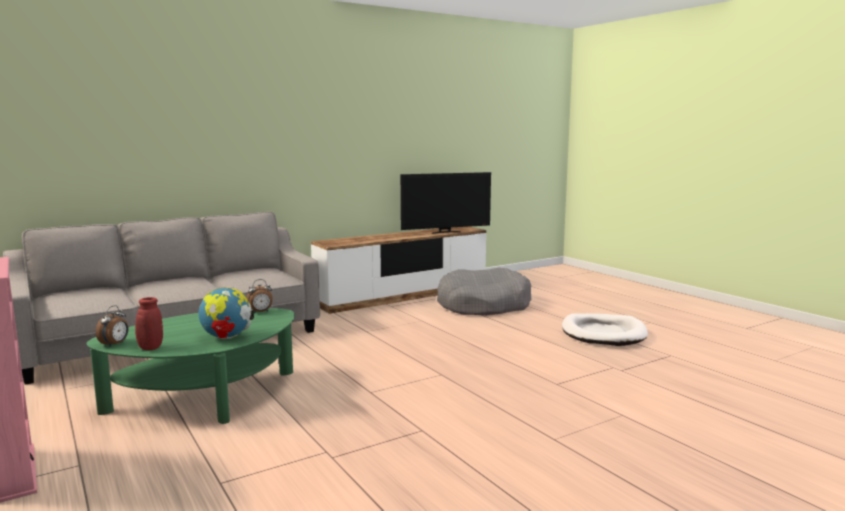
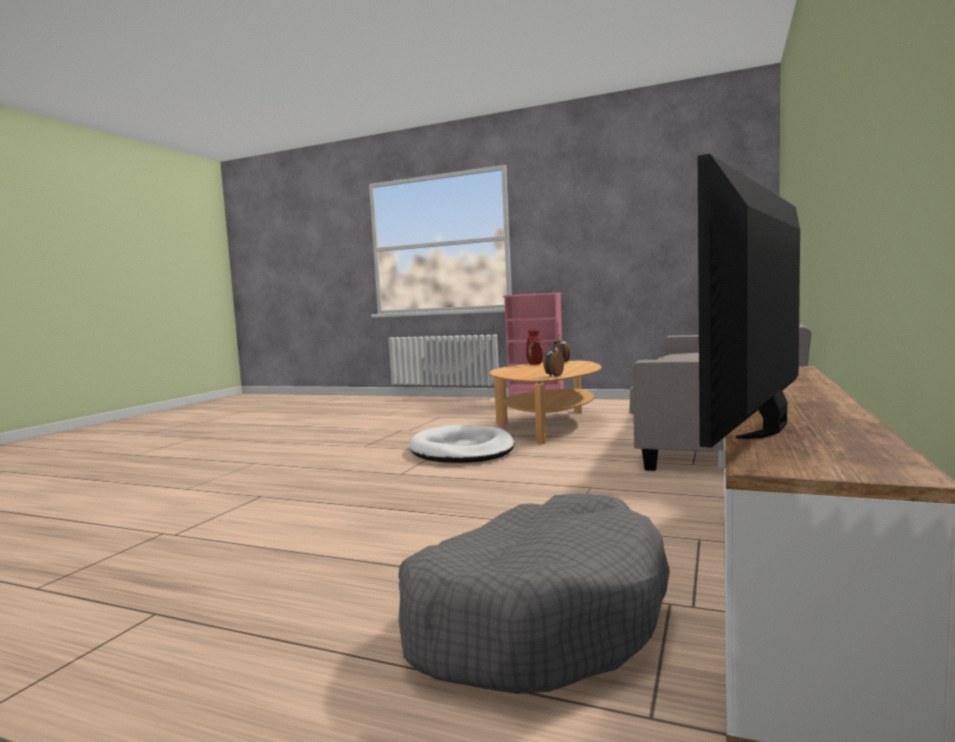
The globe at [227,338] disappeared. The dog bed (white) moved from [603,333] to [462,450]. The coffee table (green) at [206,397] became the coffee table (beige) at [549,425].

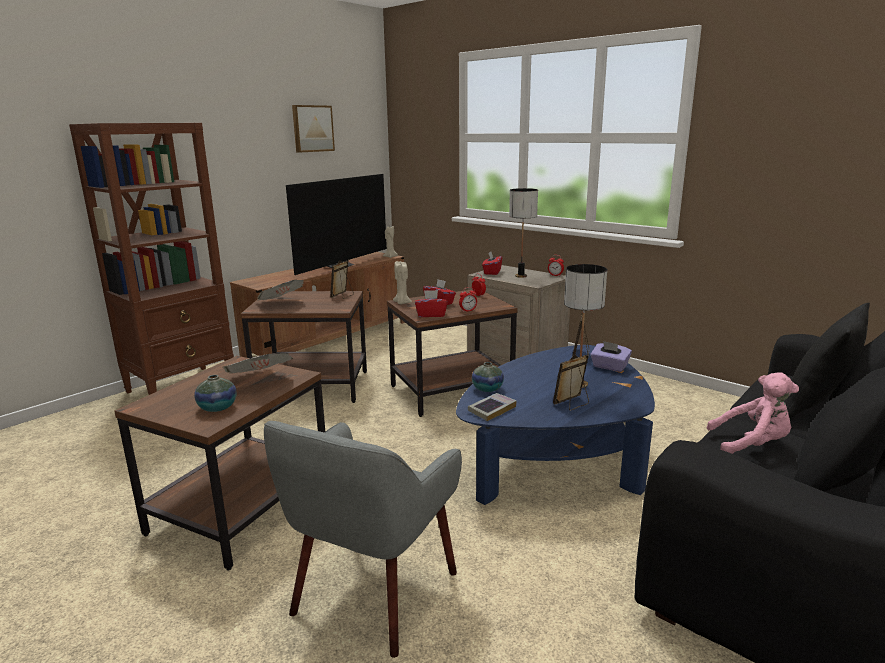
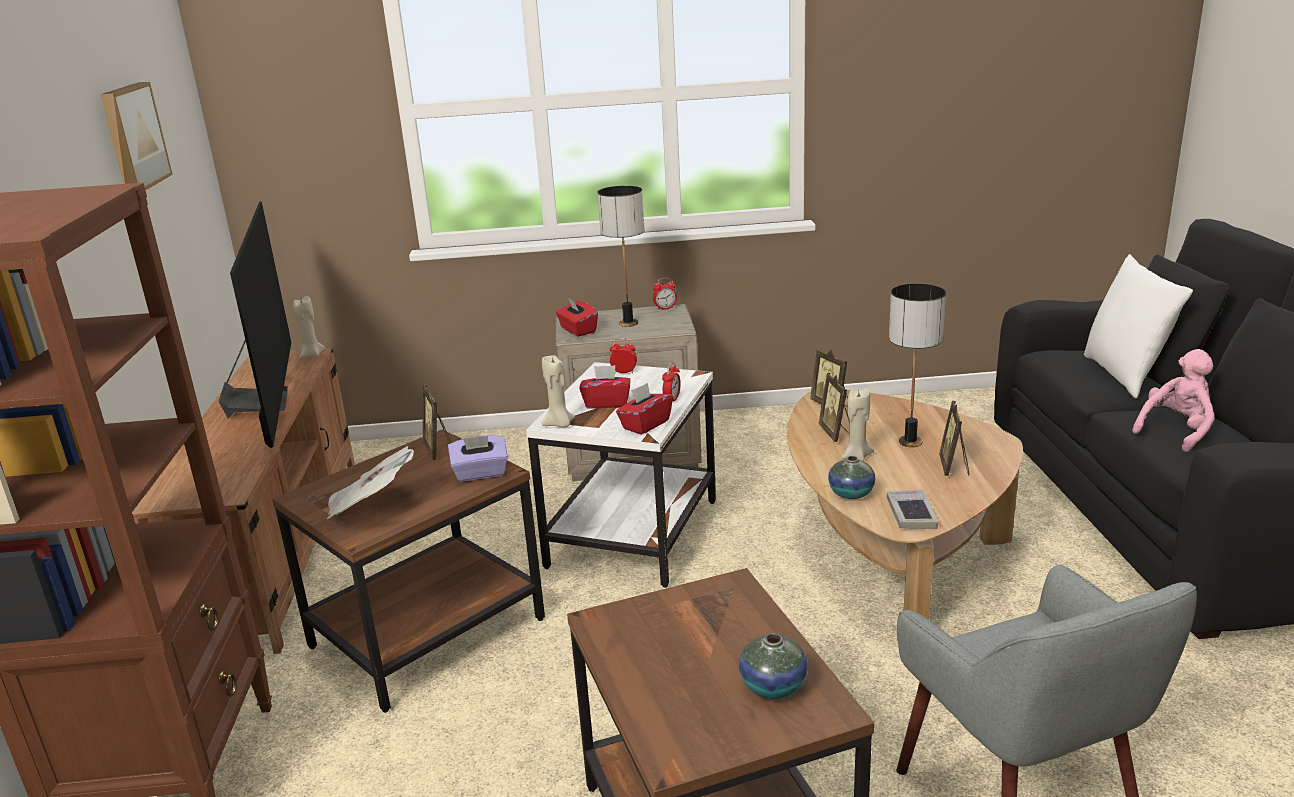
The newspaper at [260,381] disappeared. The picture frame at [836,433] appeared. The candle (beige) at [856,456] appeared. The tissue box (purple) moved from [609,367] to [480,473]. The side table (brown) at [451,391] became the side table (white) at [632,533]. The coffee table (blue) at [556,459] became the coffee table (brown) at [890,550]. The pillow (black) at [817,408] became the pillow (white) at [1124,375].

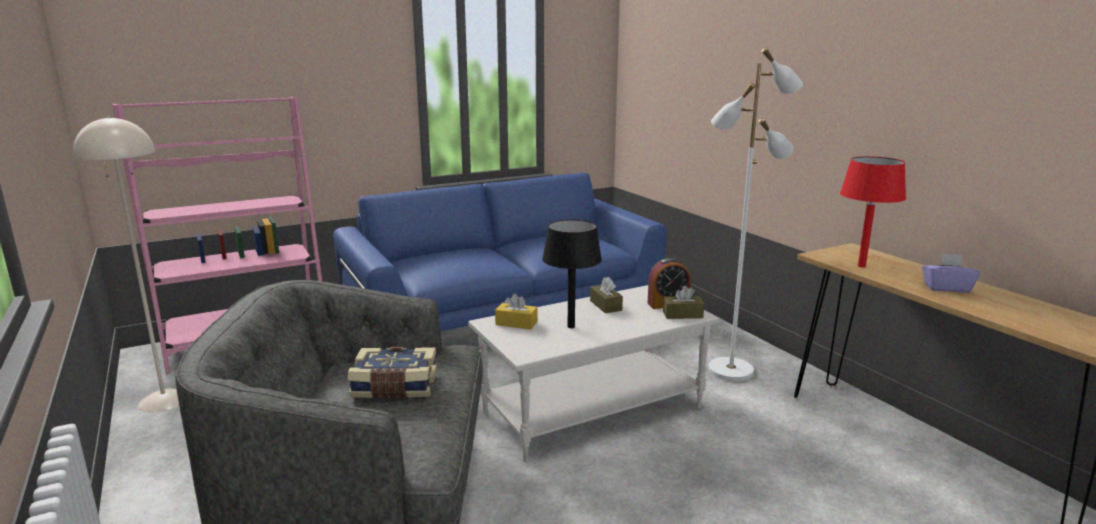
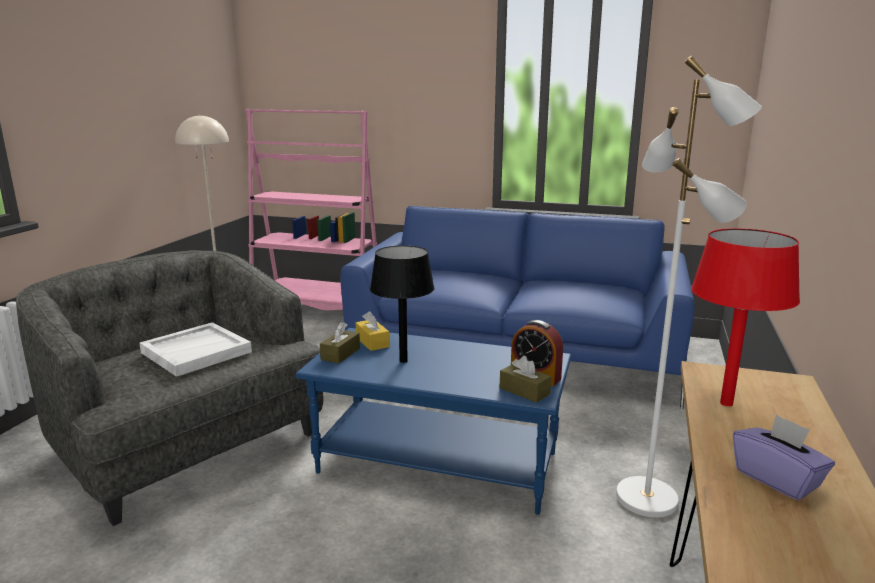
The tissue box (brown) moved from [605,305] to [340,354]. The book at [394,387] was replaced by the tray (white) at [196,352]. The coffee table (white) at [592,409] became the coffee table (blue) at [439,462].

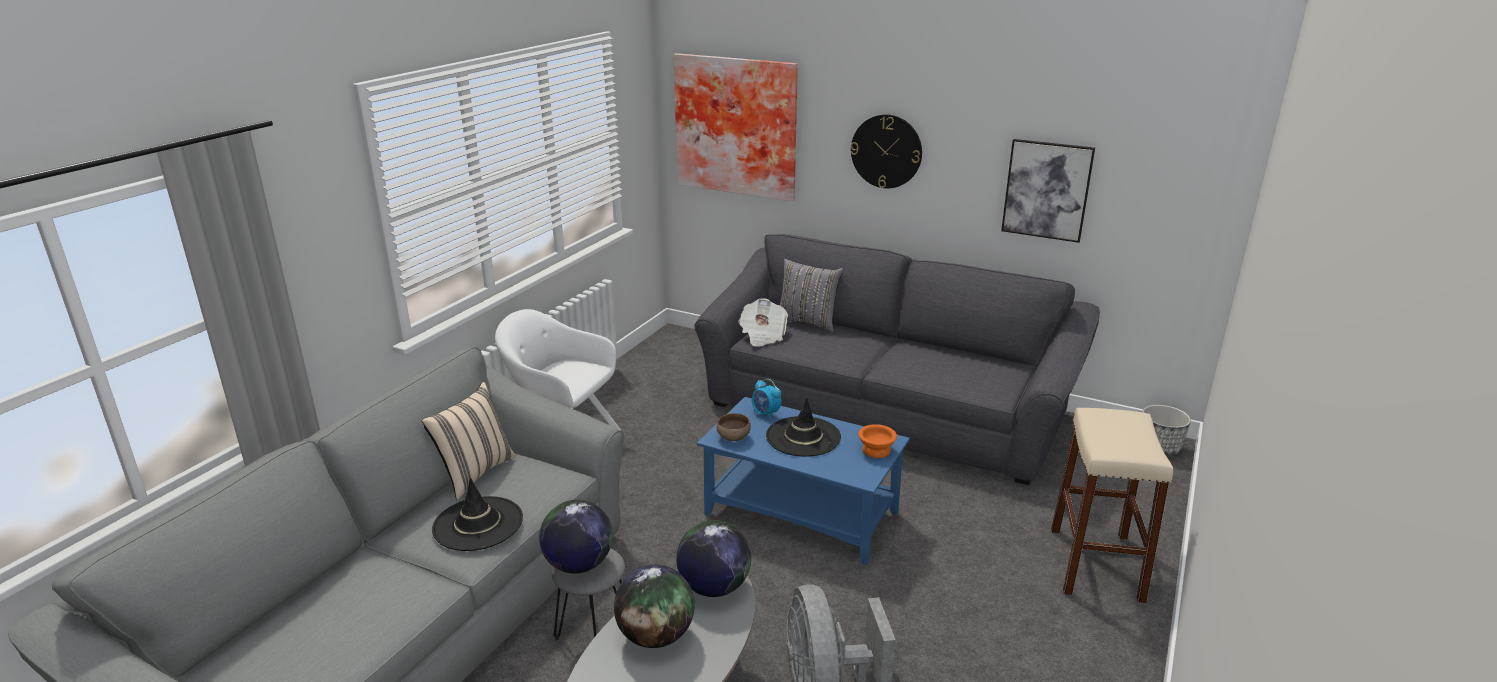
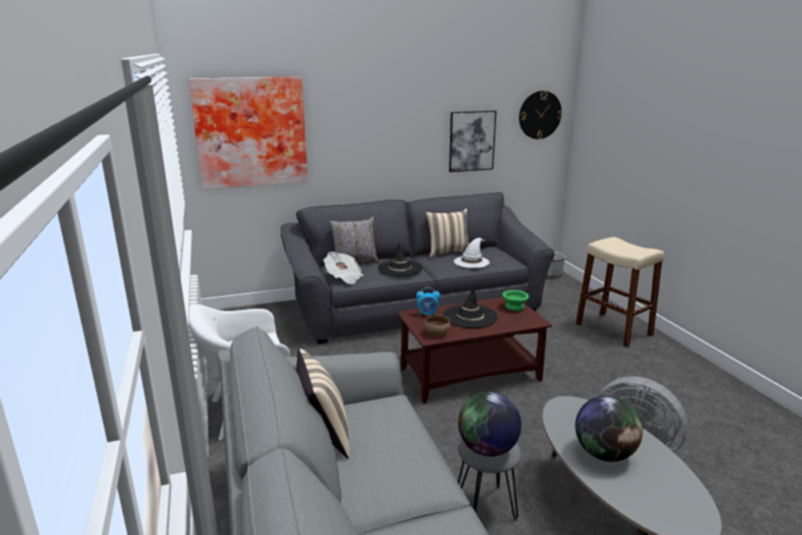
The globe at [714,587] disappeared. The pillow (beige) at [447,252] appeared. The hat (white) at [471,261] appeared. The hat (black) moved from [478,524] to [400,268]. The wall clock moved from [886,151] to [539,115]. The coffee table (blue) at [803,514] became the coffee table (brown) at [471,374]. The bowl (orange) at [877,450] became the bowl (green) at [514,306].

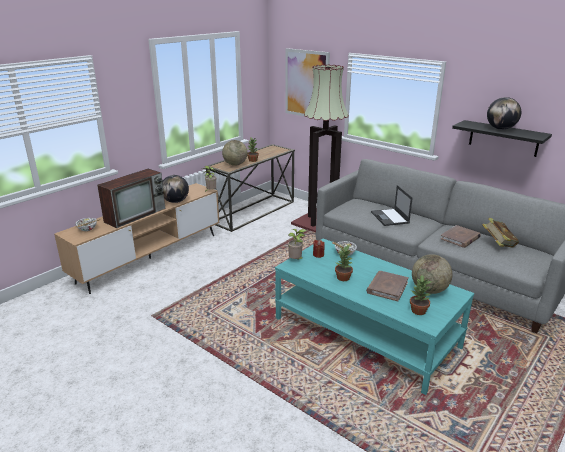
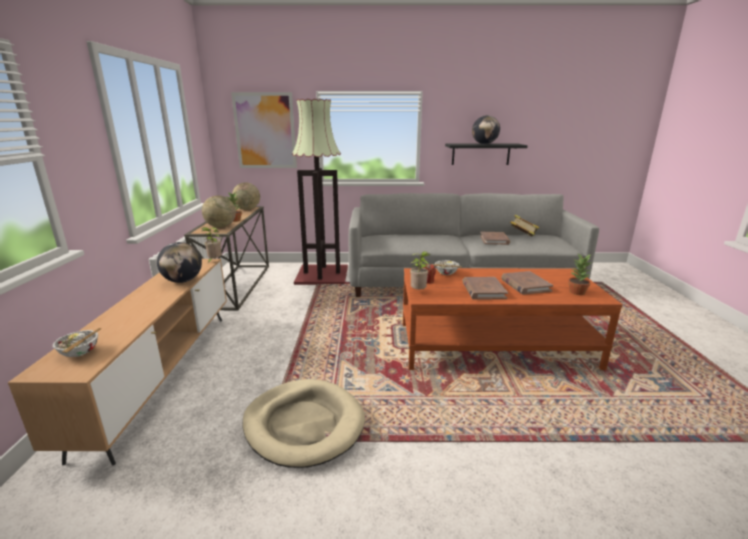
The television at [136,214] disappeared. The laptop at [390,217] disappeared. The dog bed (beige) at [304,424] appeared. The globe moved from [429,290] to [247,209]. The potted plant at [343,278] was replaced by the book (brown) at [483,290]. The coffee table (turquoise) at [365,333] became the coffee table (brown) at [495,345].

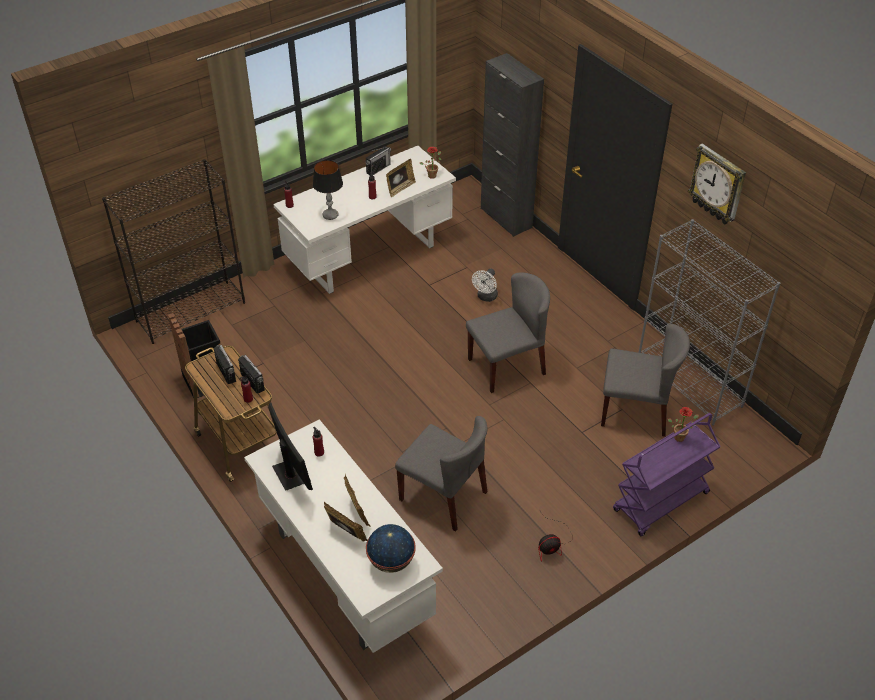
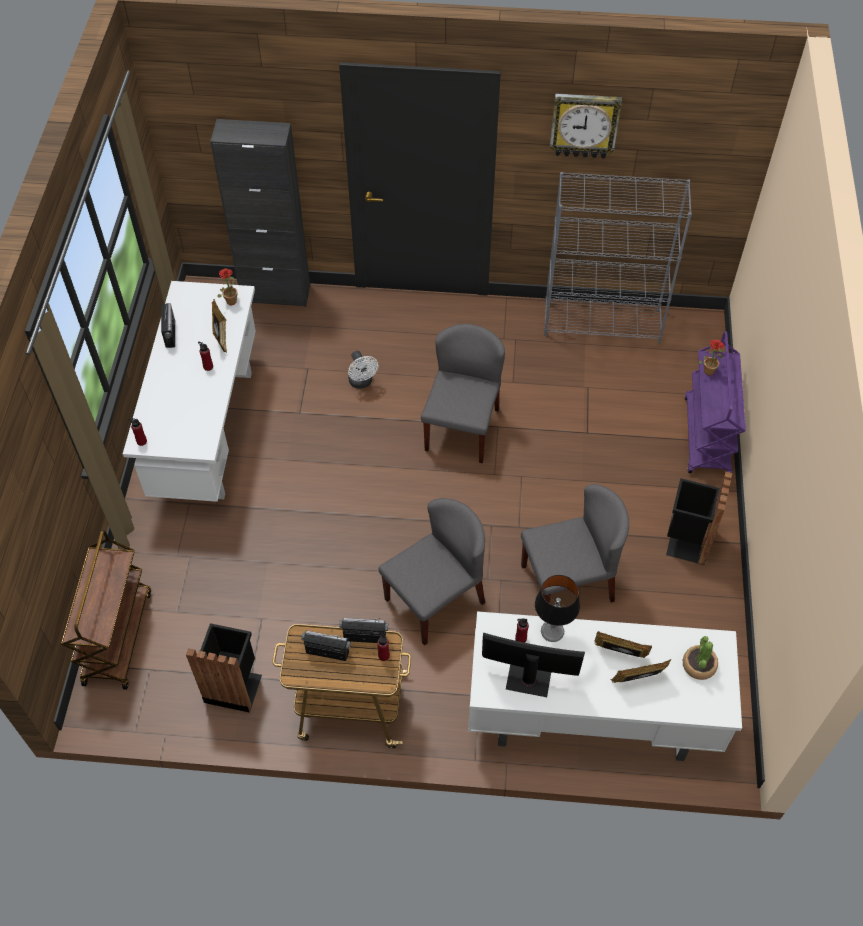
The table lamp moved from [330,215] to [552,631]. The chair (grey) moved from [636,411] to [435,600]. The bookcase (black) at [191,311] was replaced by the cart (brown) at [117,636]. The globe at [391,561] was replaced by the potted plant at [698,665]. The fan at [552,544] was replaced by the trash can (black) at [686,541].

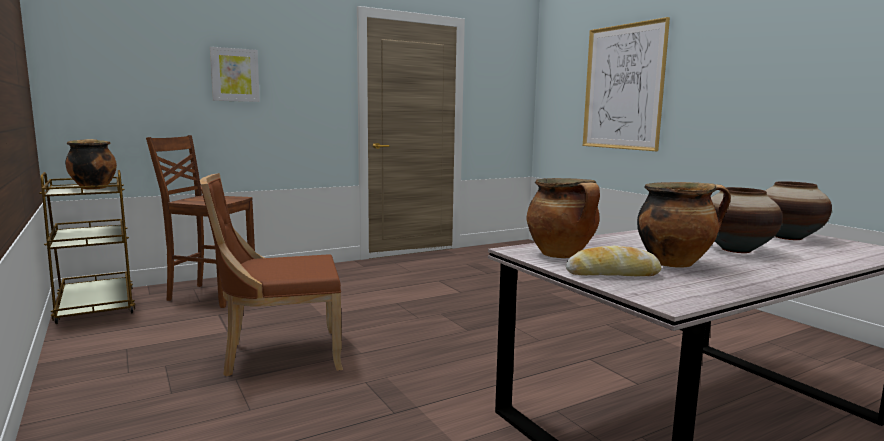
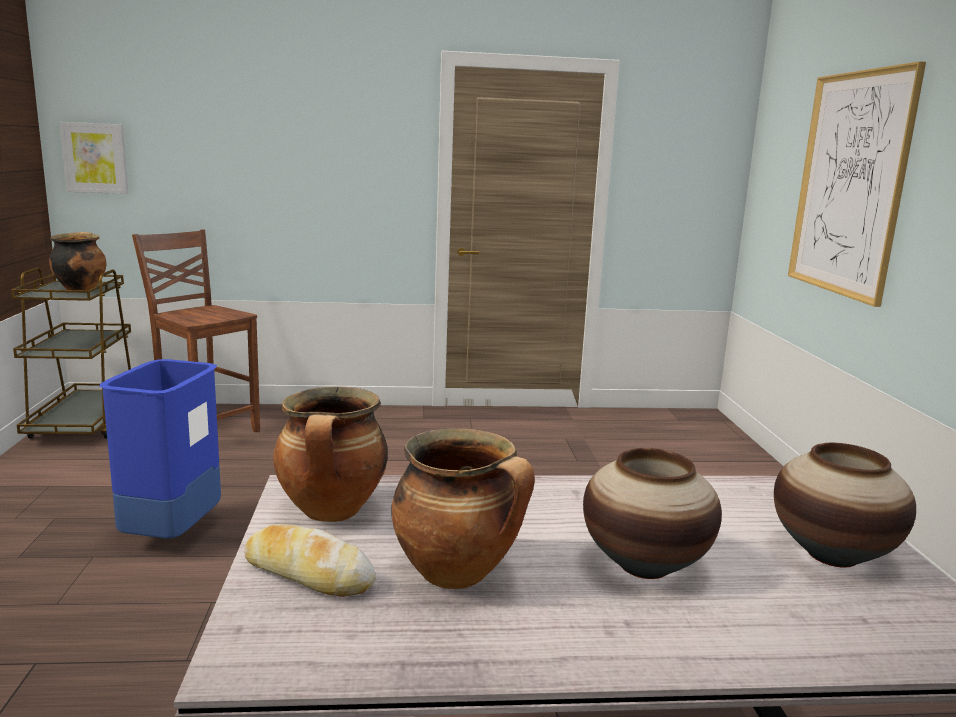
The picture moved from [235,75] to [95,158]. The chair (brown) at [279,355] was replaced by the trash can (blue) at [172,534].

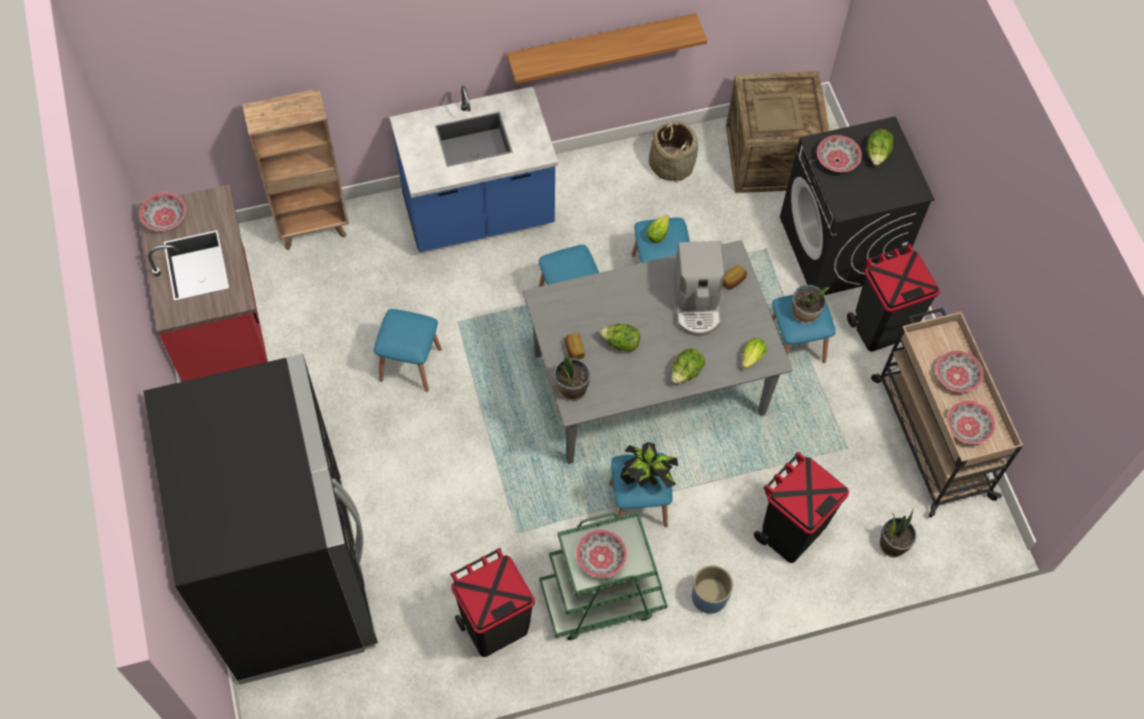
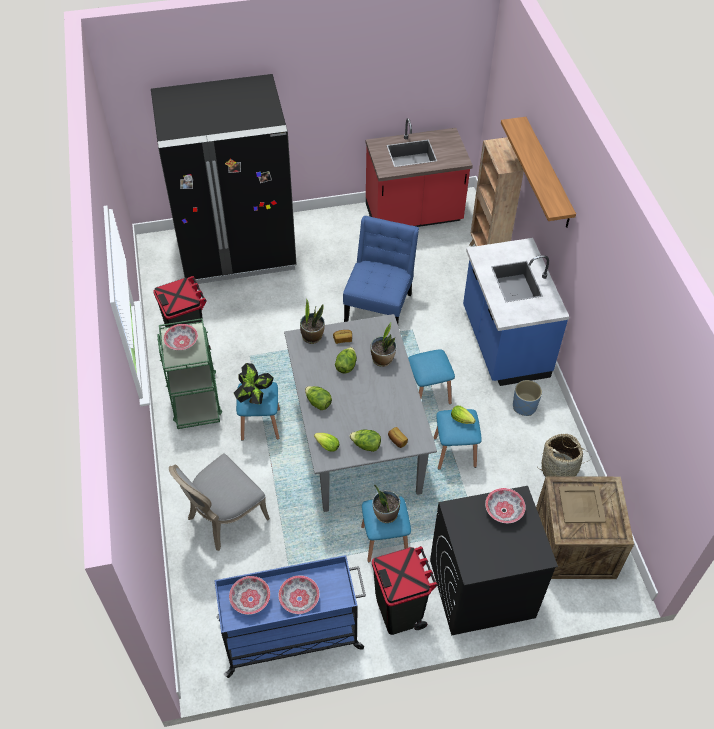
The bowl at [164,218] disappeared. The coffee machine at [696,304] disappeared. The shelf moved from [601,44] to [547,173]. The planter (blue) moved from [709,597] to [524,406]. The lettuce moved from [877,155] to [366,445]. The potted plant moved from [892,544] to [382,359]. The stool (blue) at [410,364] was replaced by the chair (blue) at [379,304]. The trash can (black) at [790,532] was replaced by the chair (grey) at [224,518]. The cart (beige) at [930,436] became the cart (blue) at [292,635].

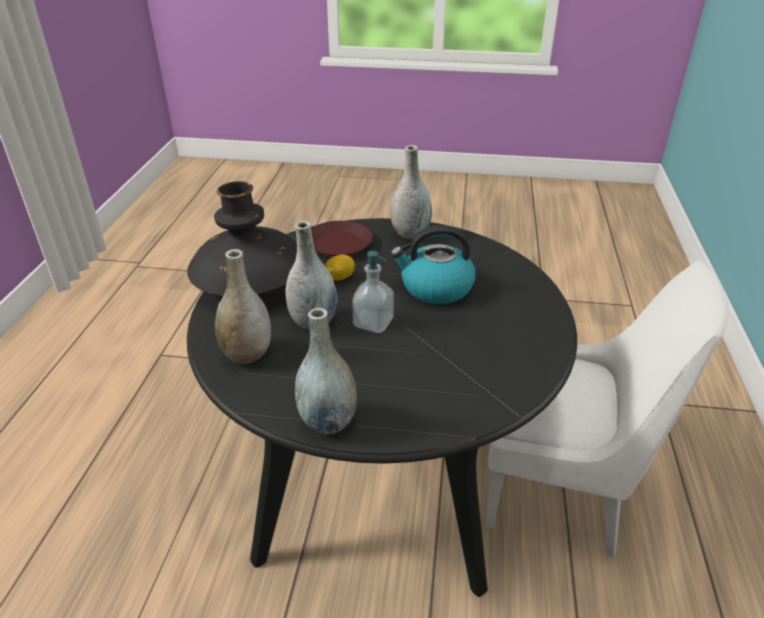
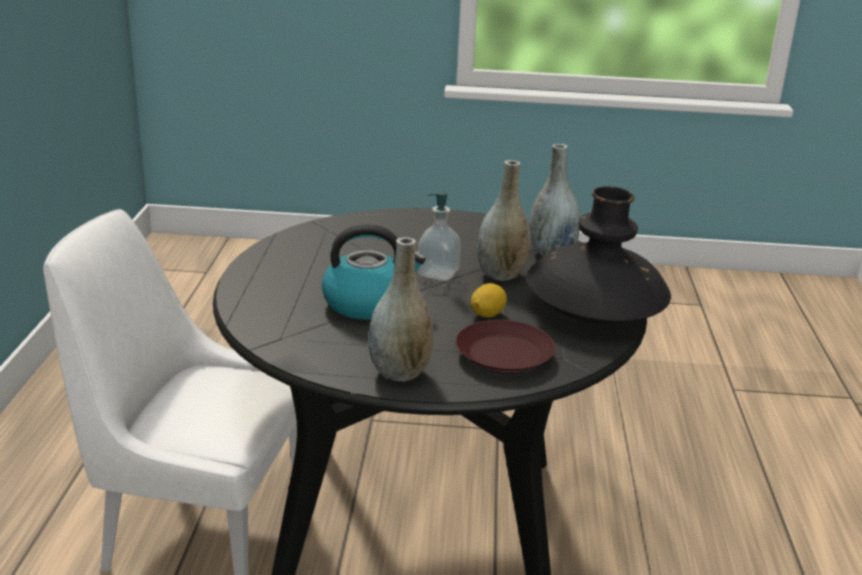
The vase (grey) at [328,421] disappeared.

